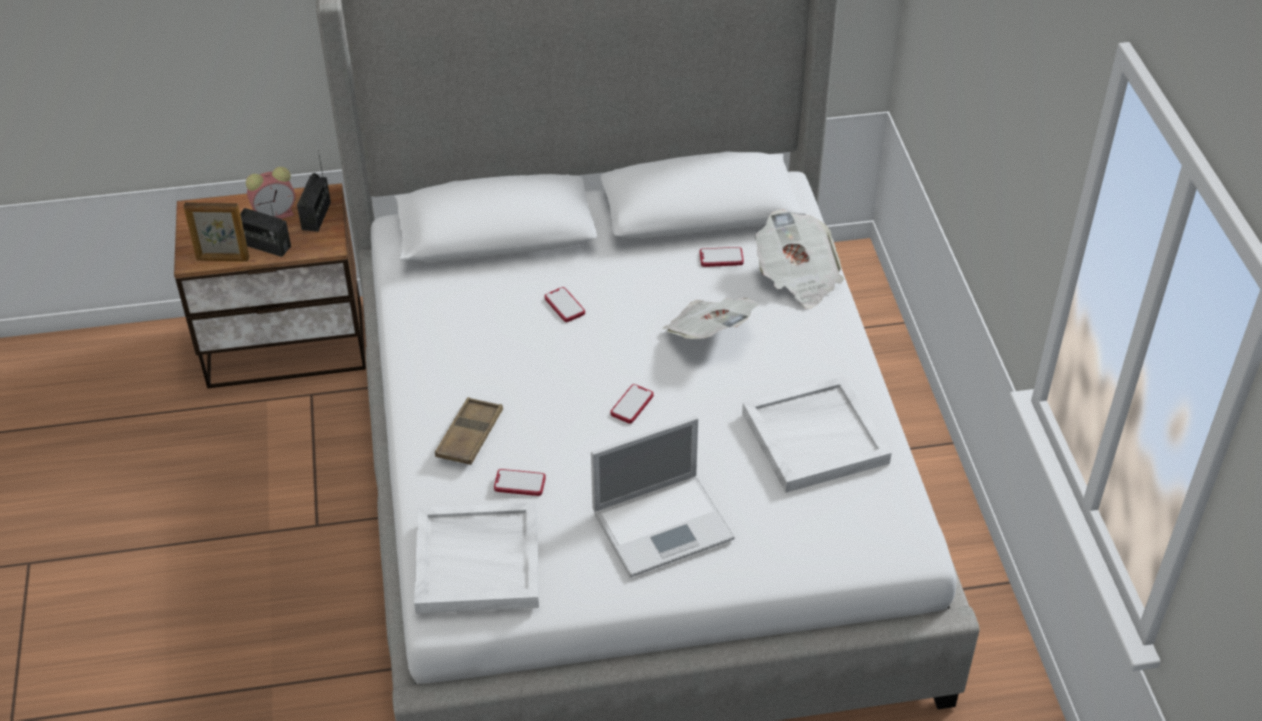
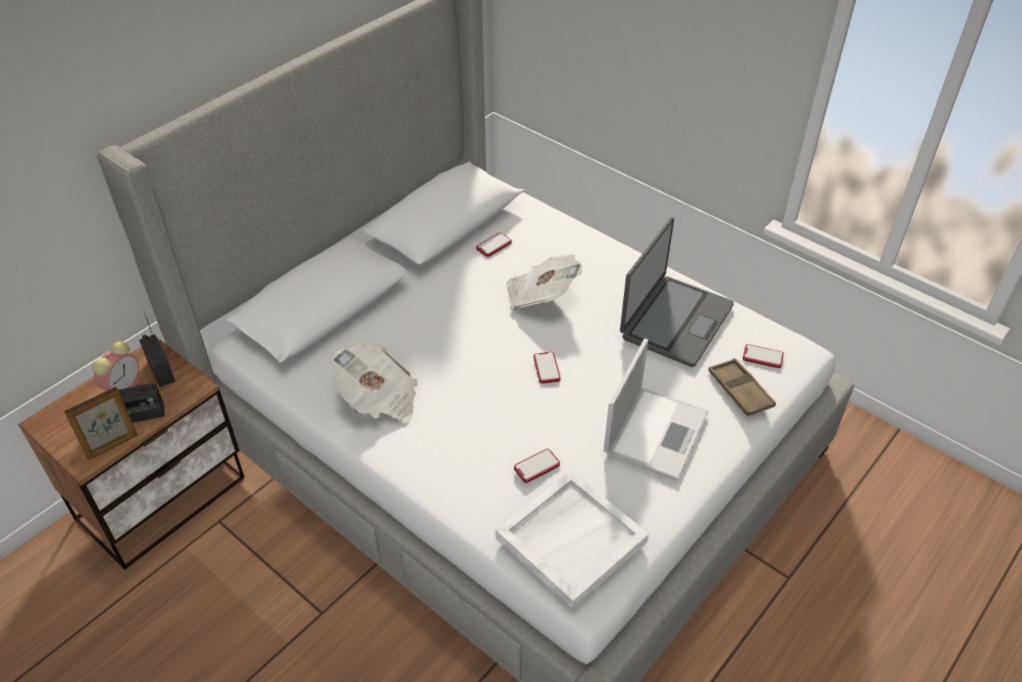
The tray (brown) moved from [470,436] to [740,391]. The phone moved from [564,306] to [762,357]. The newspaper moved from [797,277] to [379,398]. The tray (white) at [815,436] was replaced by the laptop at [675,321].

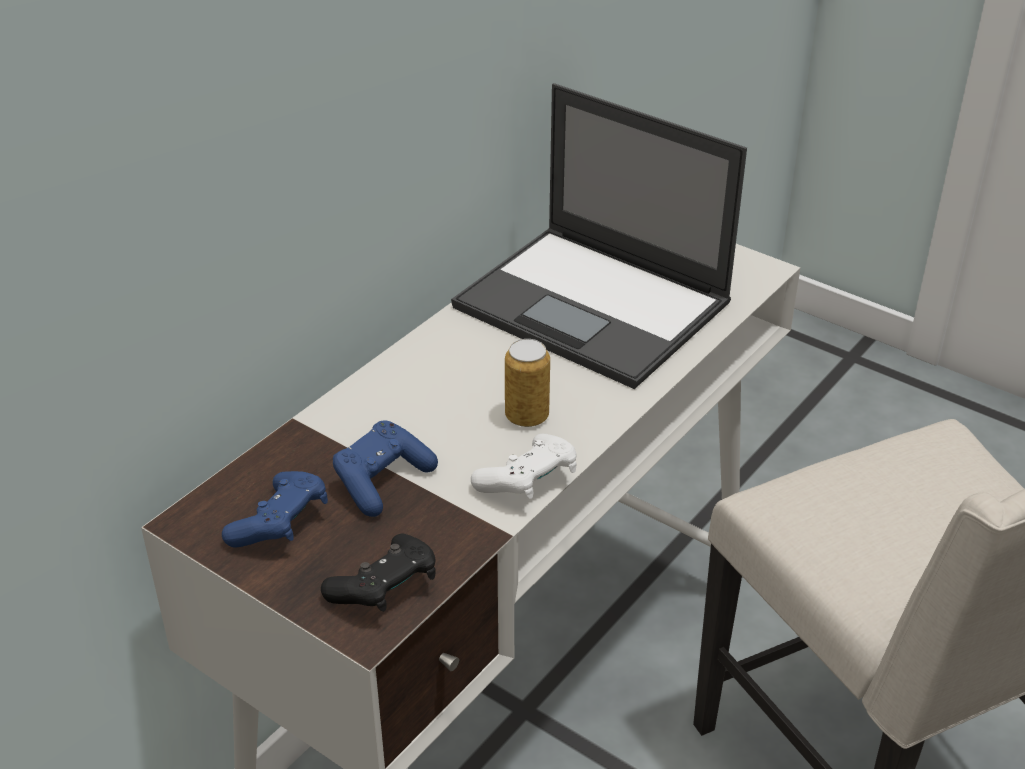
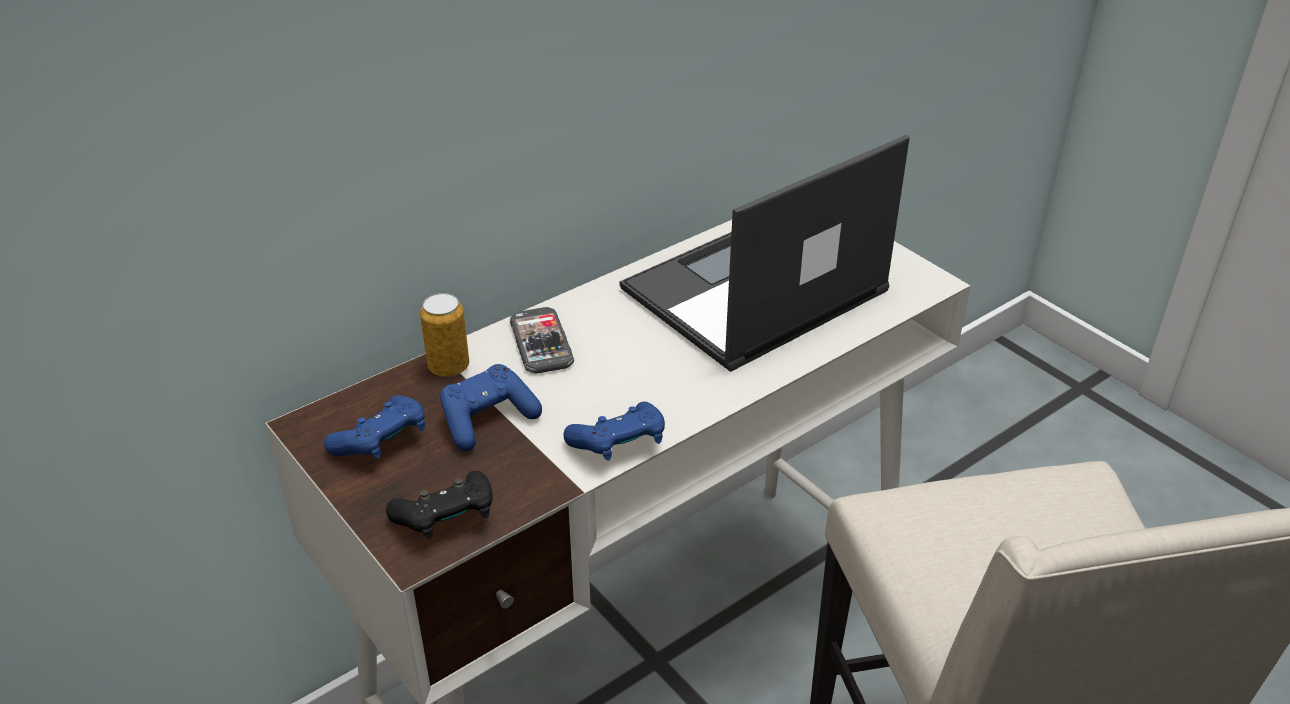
The phone at [541,343] appeared. The can moved from [527,416] to [448,367]. The game controller (white) at [528,483] became the game controller (blue) at [619,446]. The laptop at [595,306] turned 90 degrees clockwise.

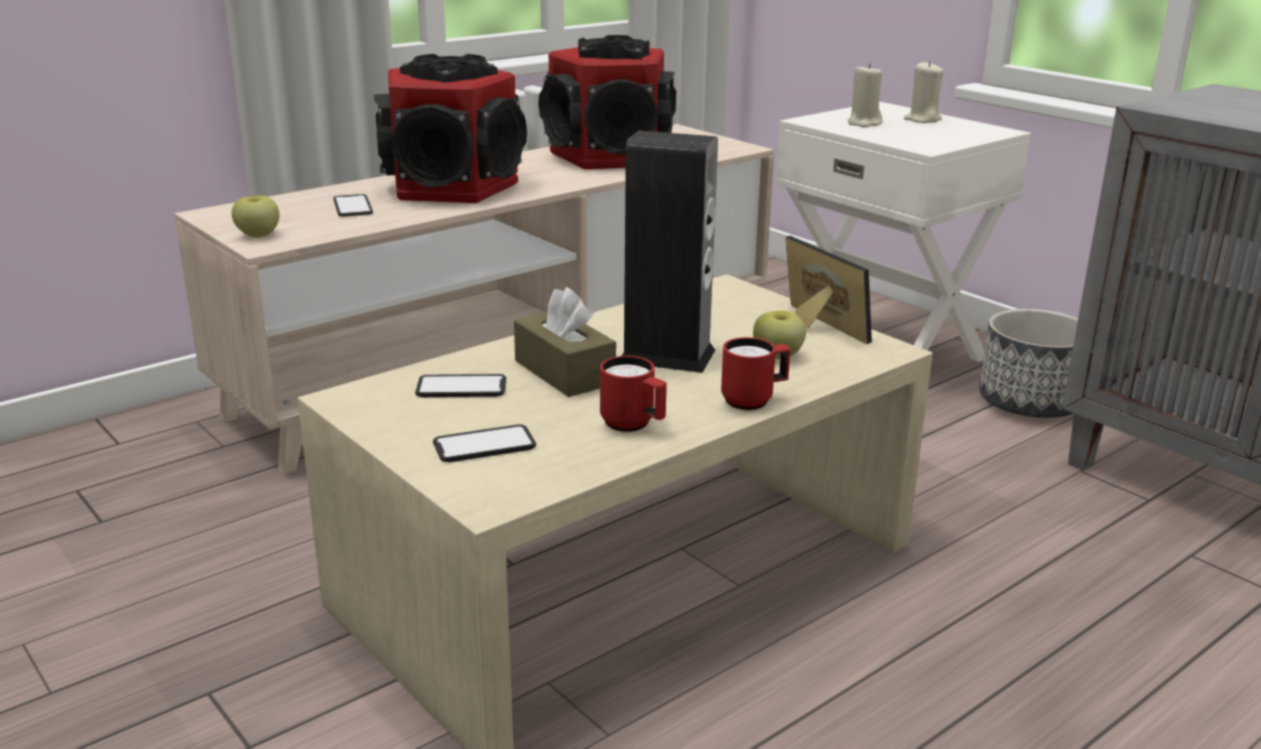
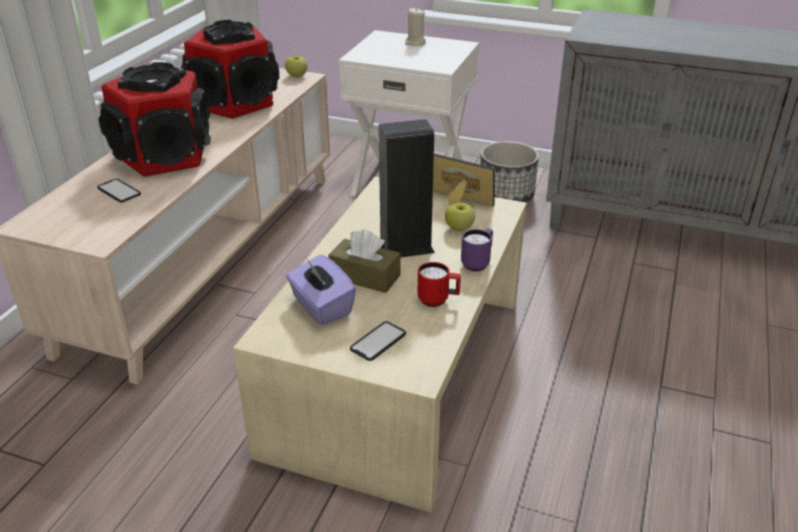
The candle (beige) at [864,123] disappeared. The apple moved from [258,235] to [297,76]. The phone at [461,387] was replaced by the tissue box (purple) at [321,307]. The mug (red) at [754,400] became the mug (purple) at [477,263].

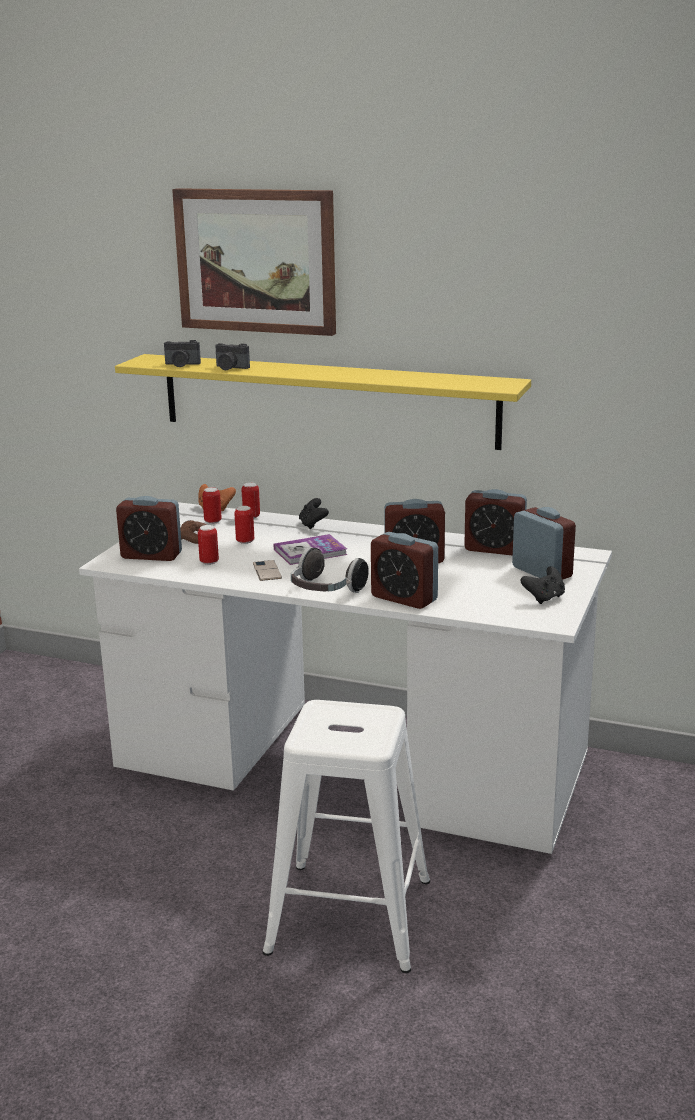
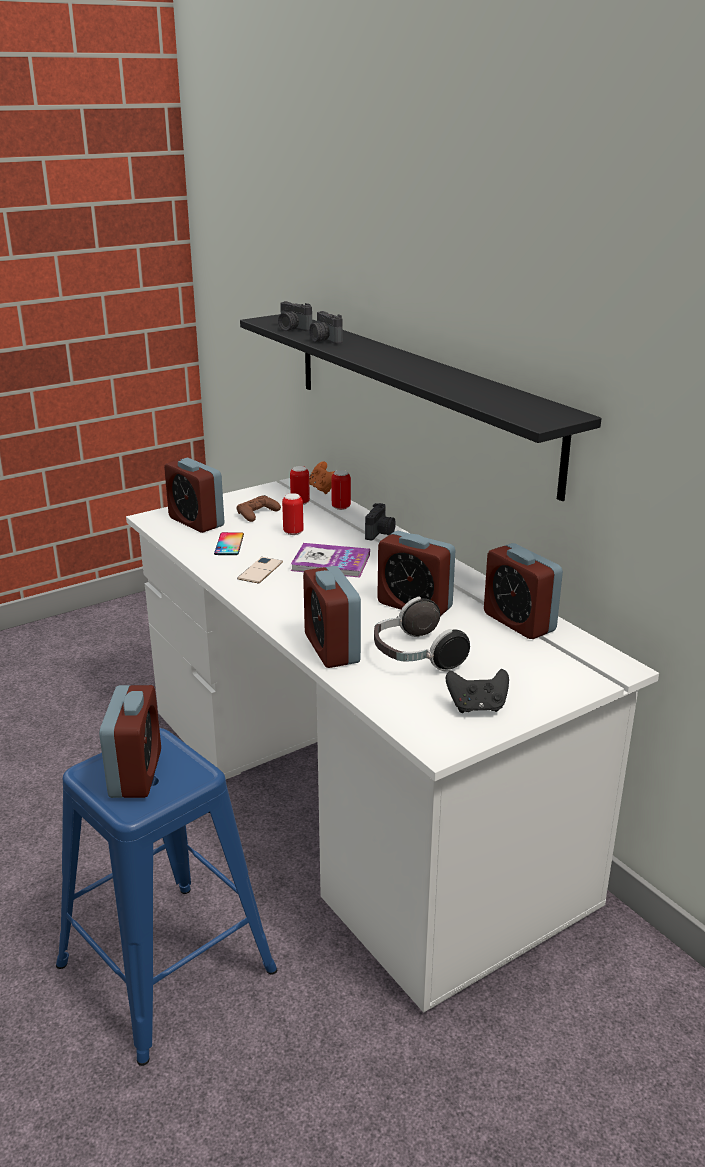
The picture at [256,261] disappeared. The headphones moved from [325,591] to [415,656]. The alarm clock moved from [542,572] to [135,774]. The can at [209,562] was replaced by the phone at [229,544]. The game controller (black) at [313,525] was replaced by the photo camera at [380,533]. The shelf (yellow) at [327,400] became the shelf (black) at [417,396]. The stool (white) at [347,916] became the stool (blue) at [163,967].

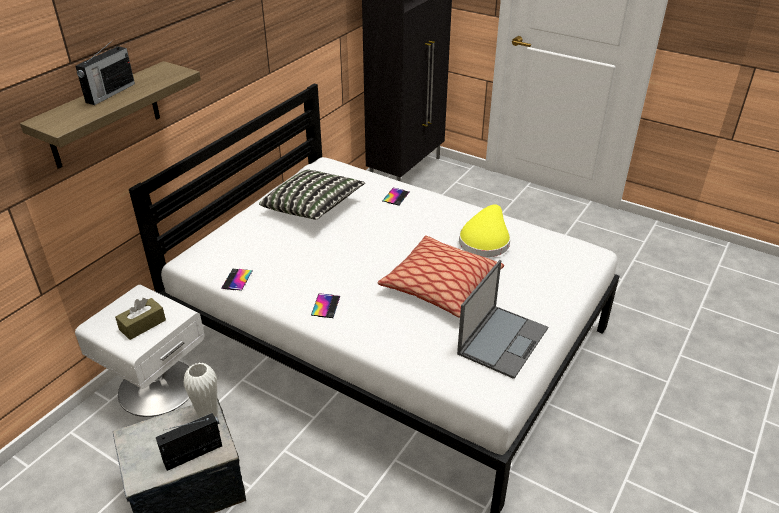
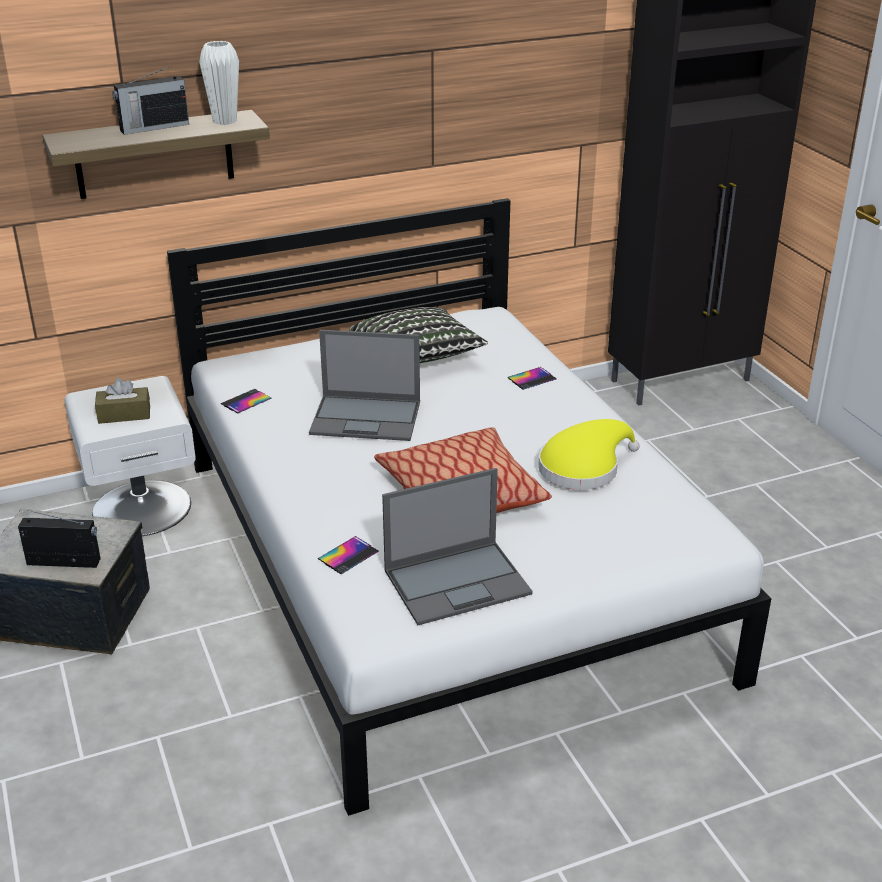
The laptop at [367,418] appeared. The vase (white) moved from [208,414] to [224,121]. The phone moved from [325,306] to [348,555].

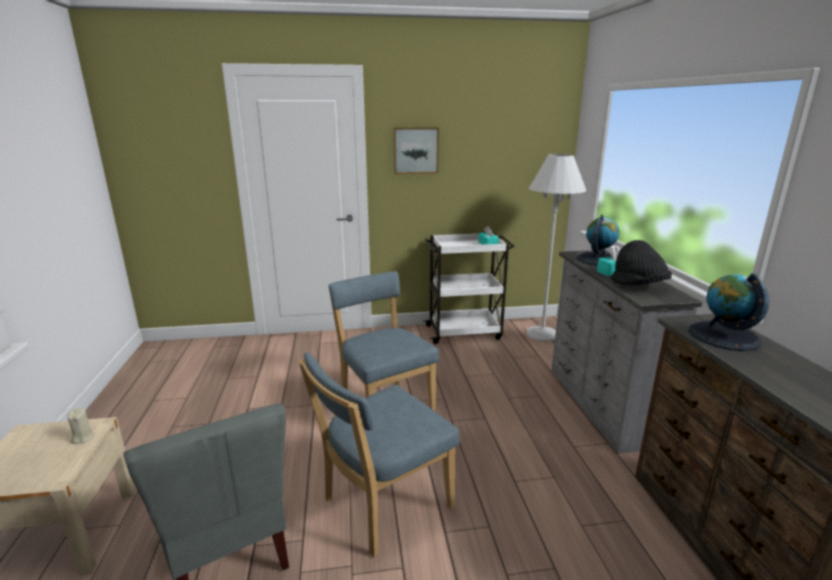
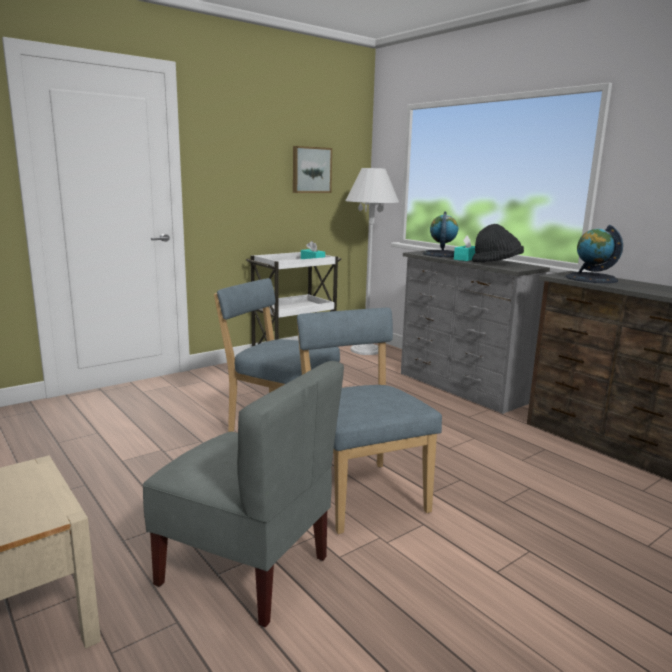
The candle (beige) at [83,438] disappeared. The picture moved from [415,150] to [311,170]. The chair (blue) at [382,505] turned 135 degrees clockwise.

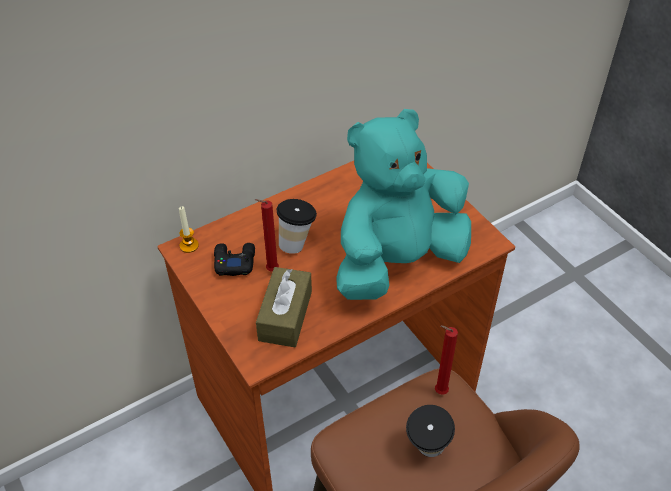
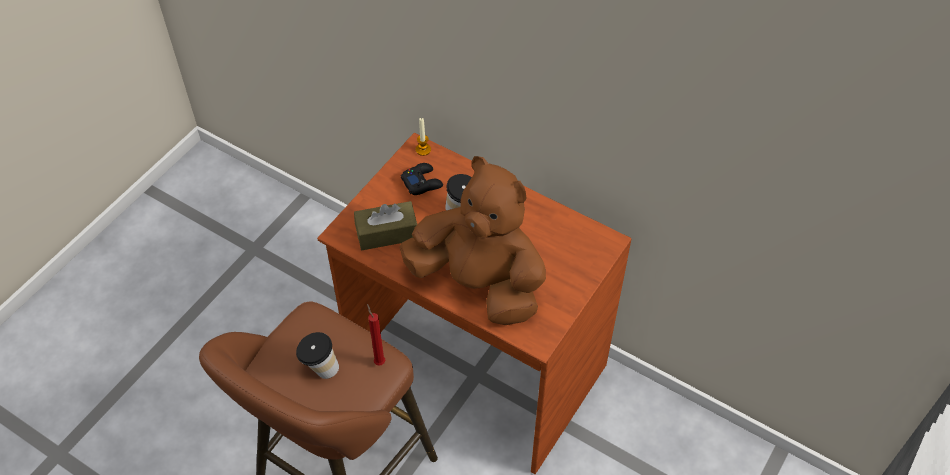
The candle (red) at [270,270] disappeared. The plush toy (turquoise) at [397,261] became the plush toy (brown) at [479,283].

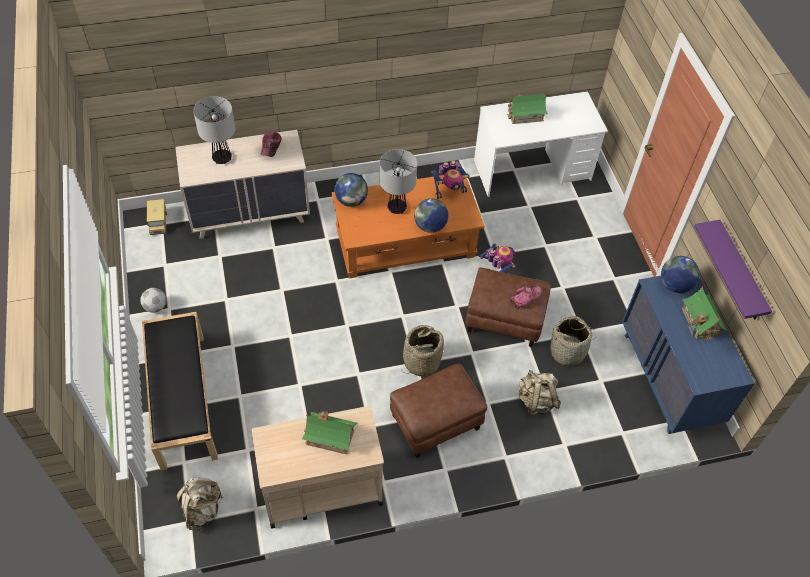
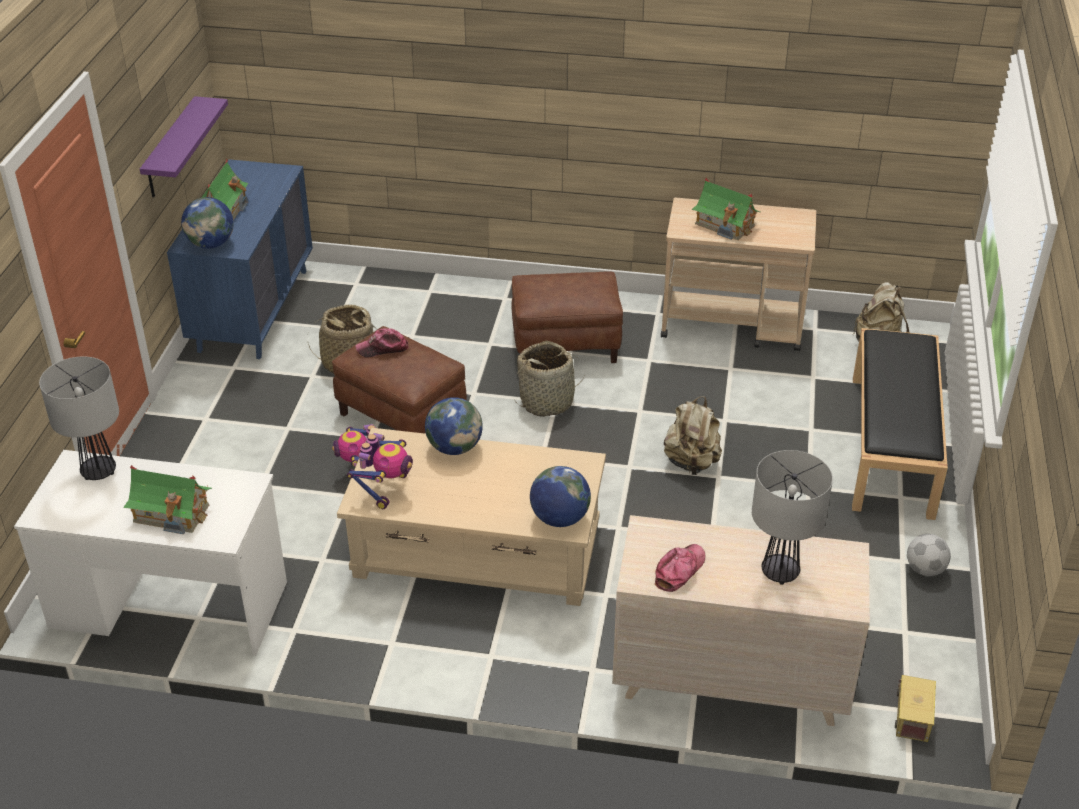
The table lamp moved from [396,208] to [99,471]. The backpack (beige) moved from [536,401] to [691,462]. The coffee table (orange) at [406,243] became the coffee table (beige) at [476,550]. The toy robot at [449,191] turned 105 degrees clockwise.

